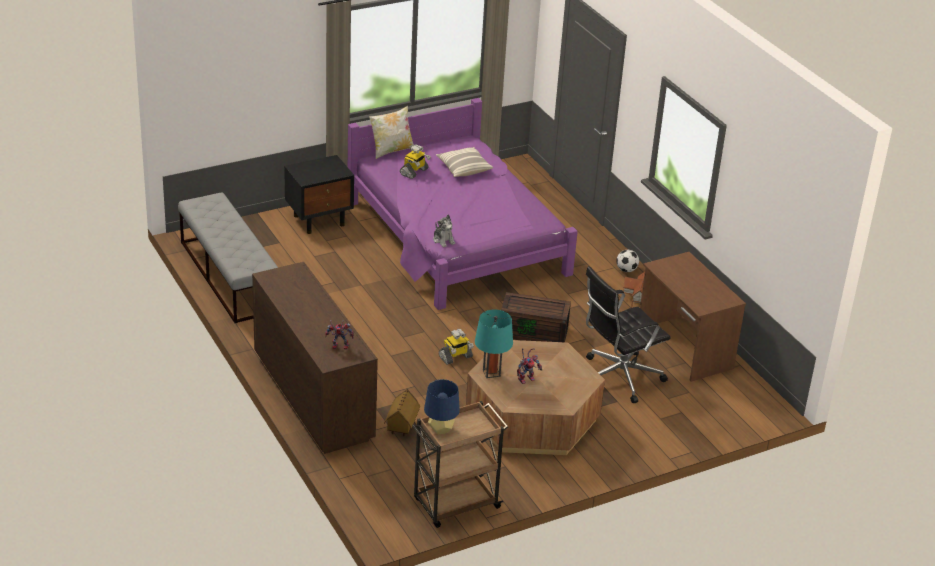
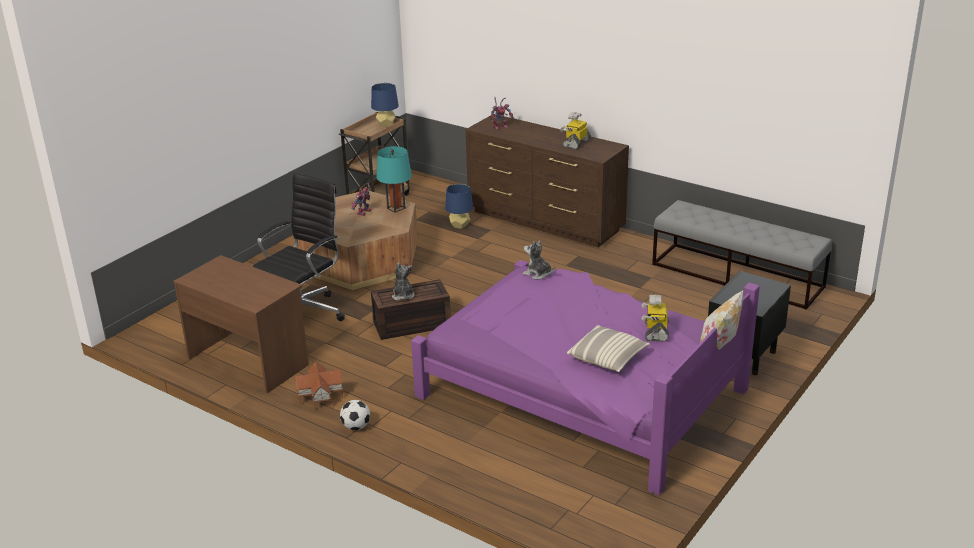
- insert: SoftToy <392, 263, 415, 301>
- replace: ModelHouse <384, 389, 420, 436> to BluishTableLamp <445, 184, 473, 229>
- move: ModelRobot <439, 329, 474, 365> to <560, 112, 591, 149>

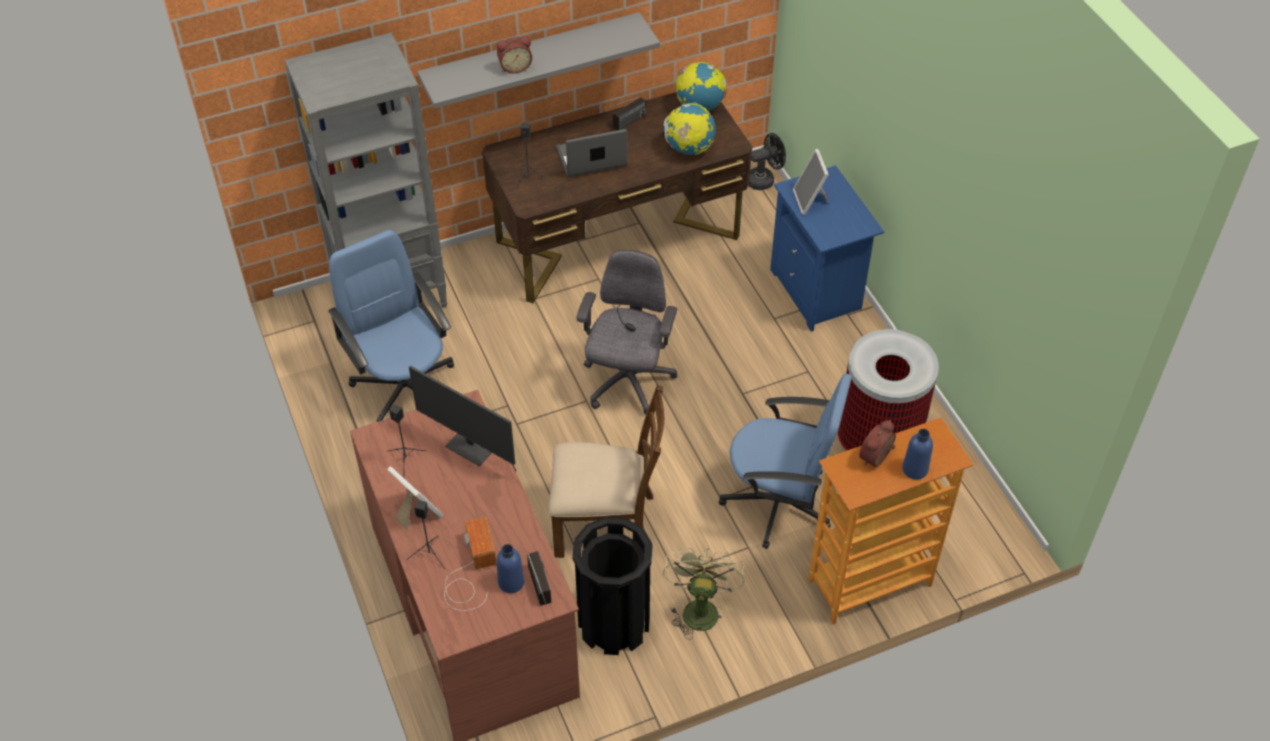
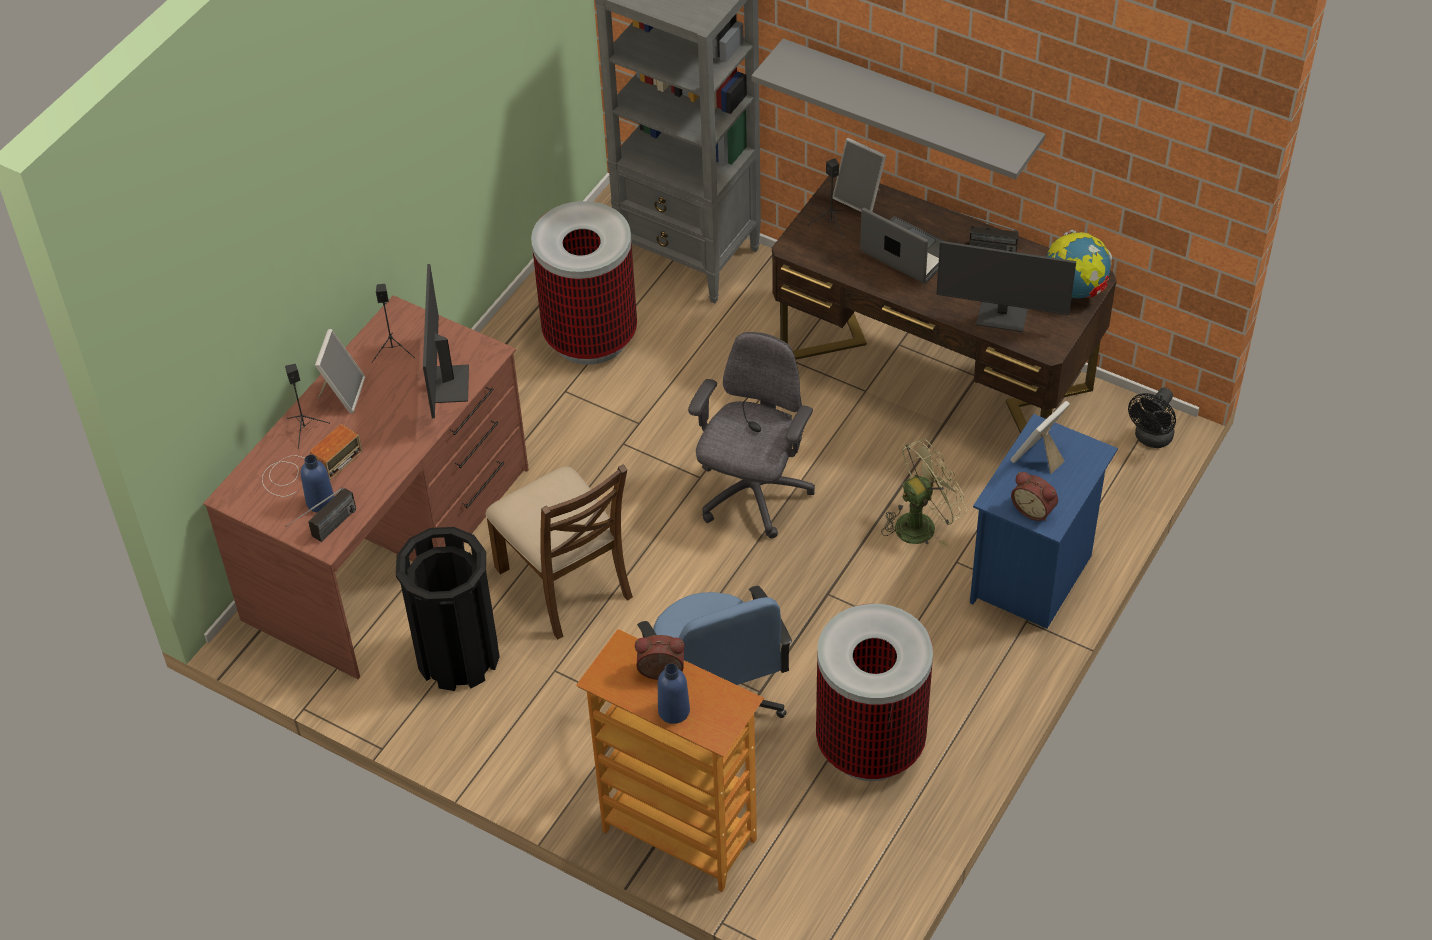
- replace: BluishComputerChair <328, 230, 454, 422> to RubbishBin <531, 201, 637, 365>
- rotate: GrayComputerChair <577, 250, 677, 415> = <688, 332, 815, 538> 45 degrees counterclockwise
- insert: PictureFrame <832, 138, 886, 212>
- move: GreenColouredCoolingFan <663, 547, 745, 640> to <881, 439, 967, 547>
- replace: WorldGlobe <662, 102, 716, 155> to ComputerScreen <936, 241, 1076, 332>
- move: TableClock <497, 36, 532, 73> to <1011, 472, 1058, 521>
- rotate: BlackishCoolingFan <749, 133, 786, 190> = <1128, 387, 1176, 448> 90 degrees clockwise

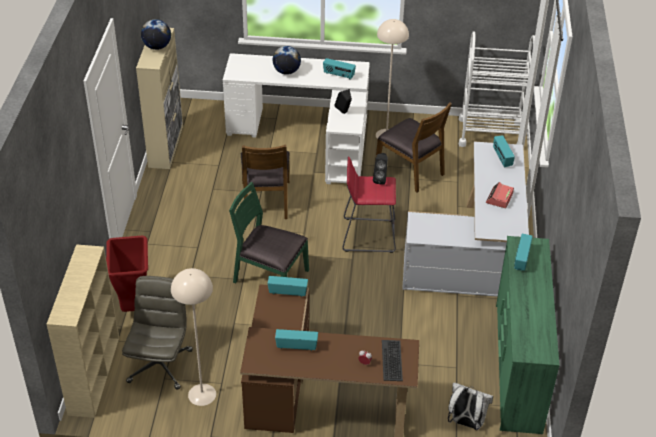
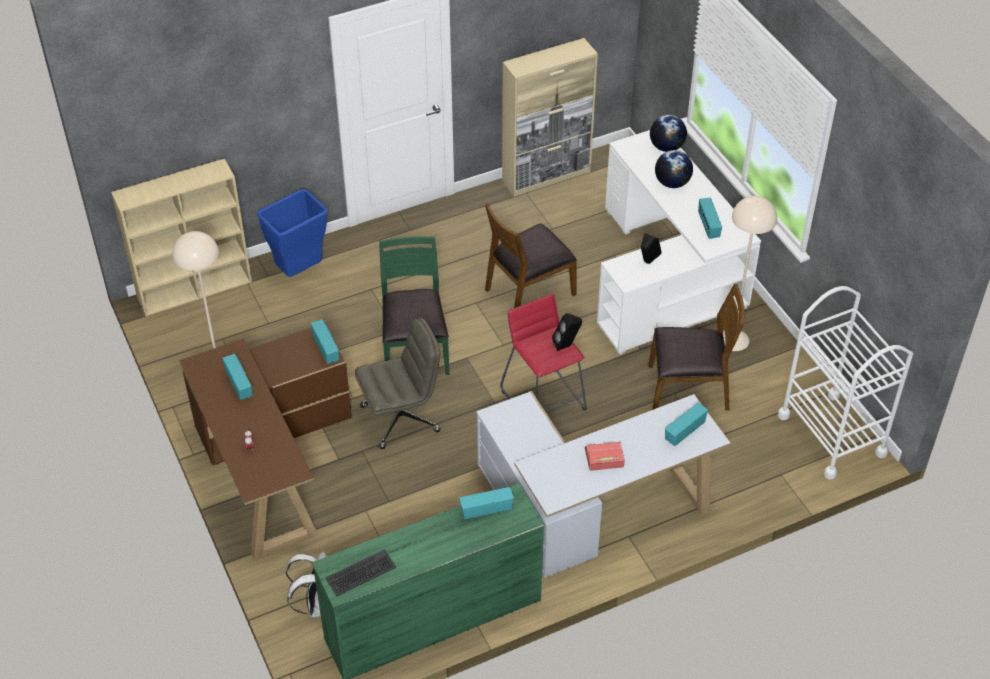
- recolor: RedColouredRubbishBin <106, 236, 148, 312> to BluishRubbishBin <257, 189, 328, 277>
- move: Keyboard <382, 340, 403, 381> to <326, 549, 396, 597>
- move: GrayComputerChair <122, 276, 193, 390> to <355, 318, 441, 449>
- rotate: BrownPlainChair <376, 102, 452, 192> = <648, 283, 745, 410> 105 degrees counterclockwise
- move: WorldGlobe <141, 19, 171, 50> to <650, 115, 687, 152>

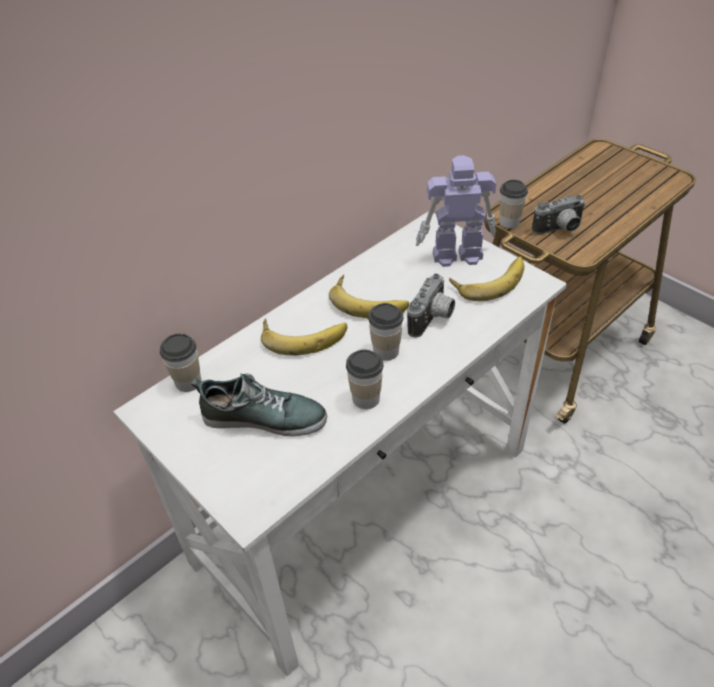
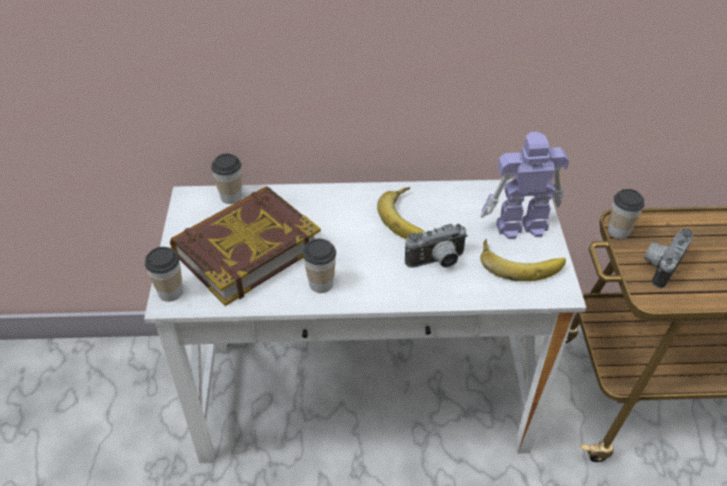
- move: Cup <368, 303, 403, 361> to <145, 247, 183, 302>
- replace: LowShoe <191, 373, 327, 436> to Volume <170, 186, 321, 306>
- rotate: ModelRobot <416, 155, 496, 267> = <480, 132, 569, 239> 45 degrees counterclockwise
- rotate: PhotoCamera <532, 195, 586, 235> = <644, 228, 693, 288> 105 degrees clockwise
- delete: WholeBanana <261, 318, 347, 356>

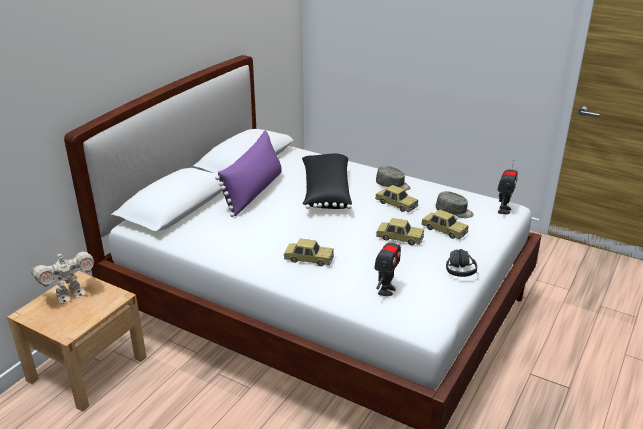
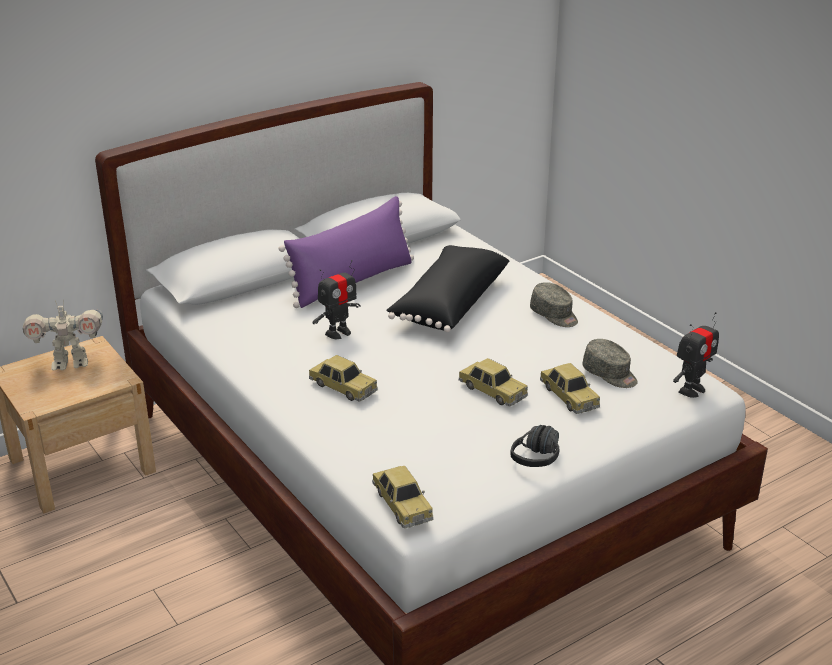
- move: ModelRobot <374, 232, 401, 296> to <313, 260, 361, 339>
- move: MiniatureCar <375, 185, 418, 212> to <372, 466, 433, 528>

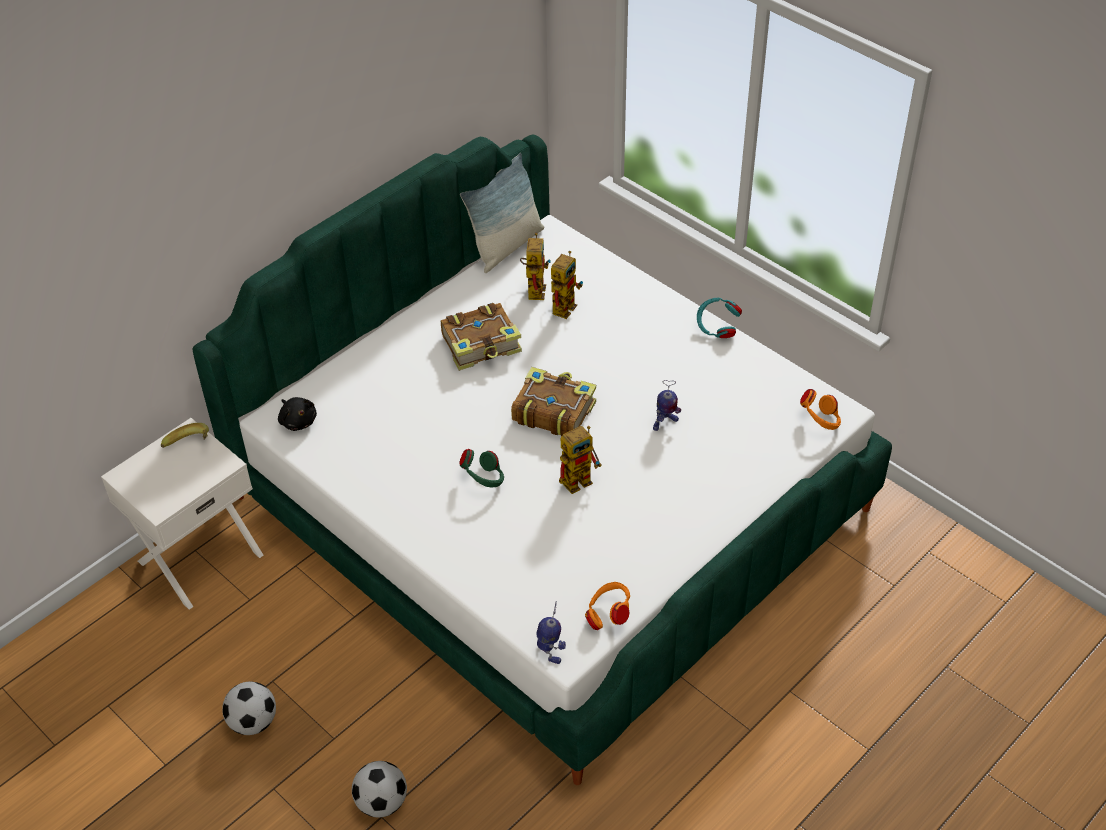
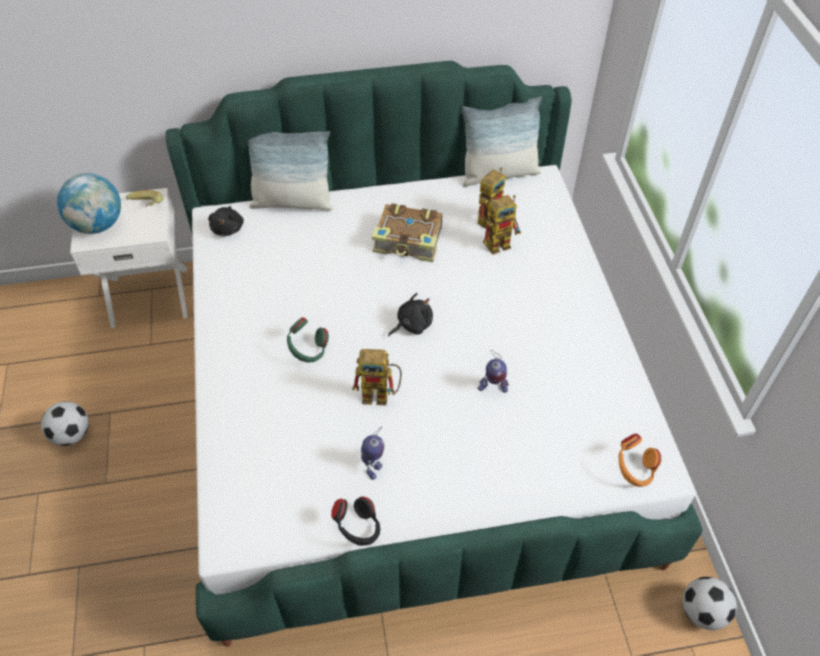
- insert: WorldGlobe <57, 173, 121, 234>
- insert: Cushion <248, 131, 333, 211>
- insert: BlackishPairOfHeadphones <331, 496, 380, 546>
- move: ModelRobot <536, 601, 566, 664> to <361, 427, 384, 480>
- replace: Volume <511, 367, 596, 437> to BlackishSoftToy <388, 293, 433, 336>
- move: Football <352, 761, 407, 817> to <683, 577, 737, 630>
- delete: OrangePairOfHeadphones <585, 582, 630, 630>
- delete: TurquoiseColouredPairOfHeadphones <697, 298, 742, 338>

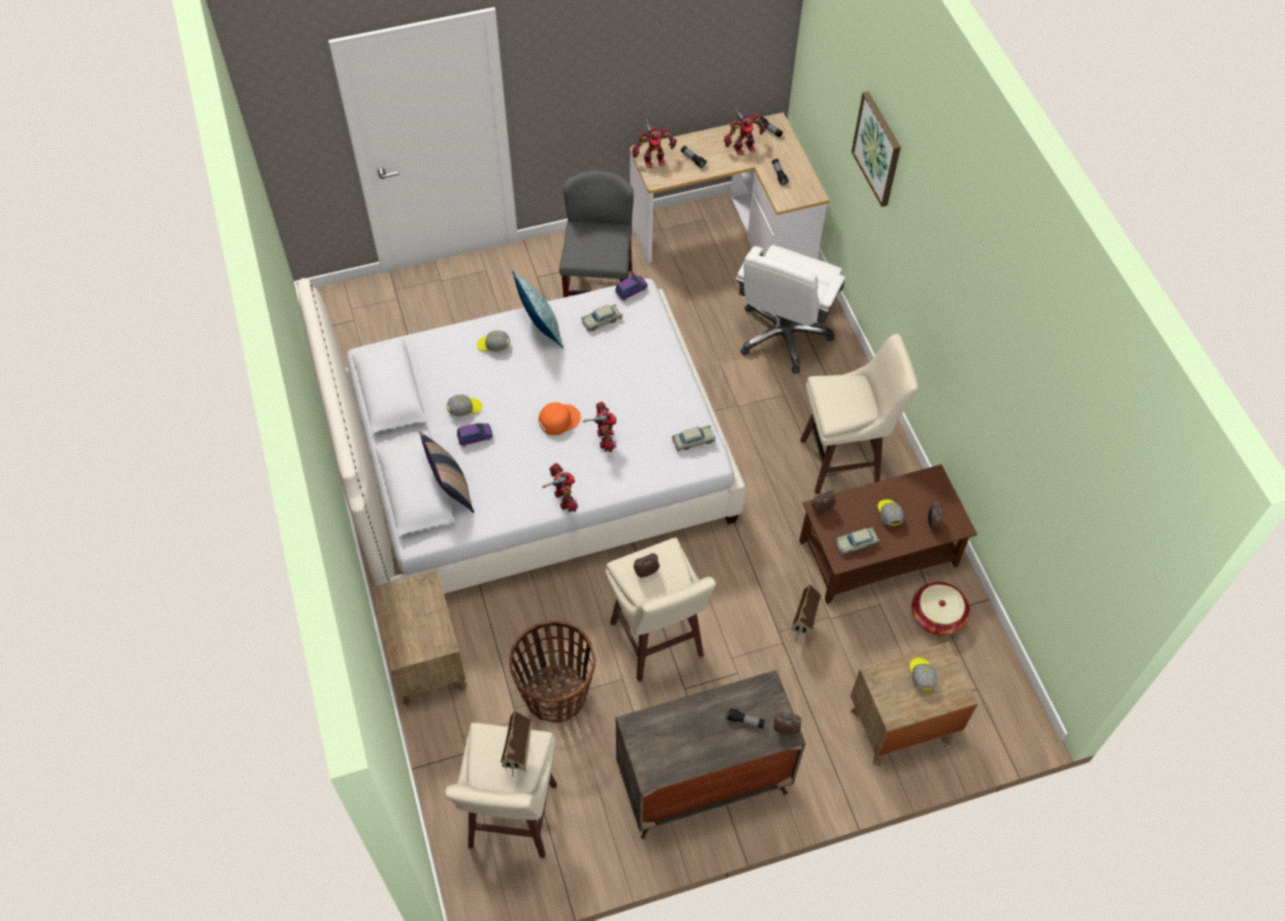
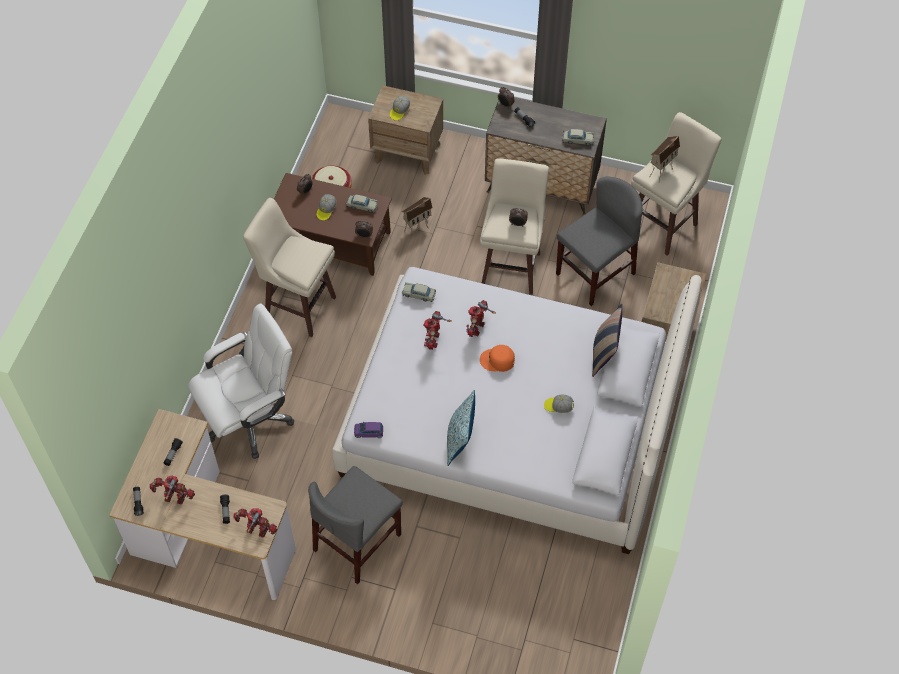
- move: ModelRobot <542, 463, 578, 512> to <423, 311, 452, 350>
- replace: HouseholdBasket <509, 621, 596, 723> to GrayPlainChair <556, 176, 643, 306>
- move: BeigeColouredMiniatureCar <581, 304, 622, 332> to <562, 129, 594, 146>
- delete: PurpleColouredMiniatureCar <457, 423, 493, 447>
- delete: BaseballCap <477, 330, 510, 351>
- delete: WallArt <851, 91, 901, 207>

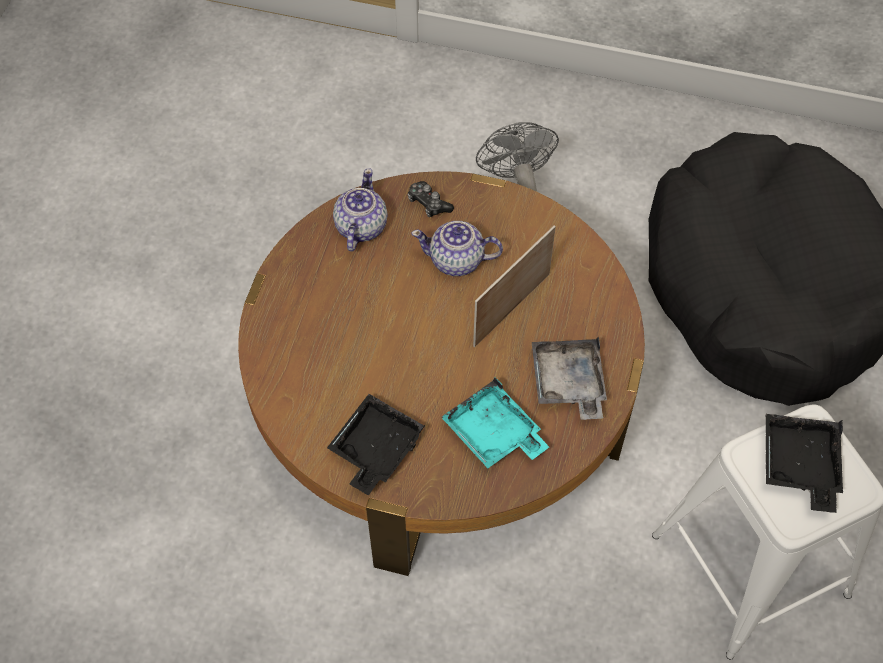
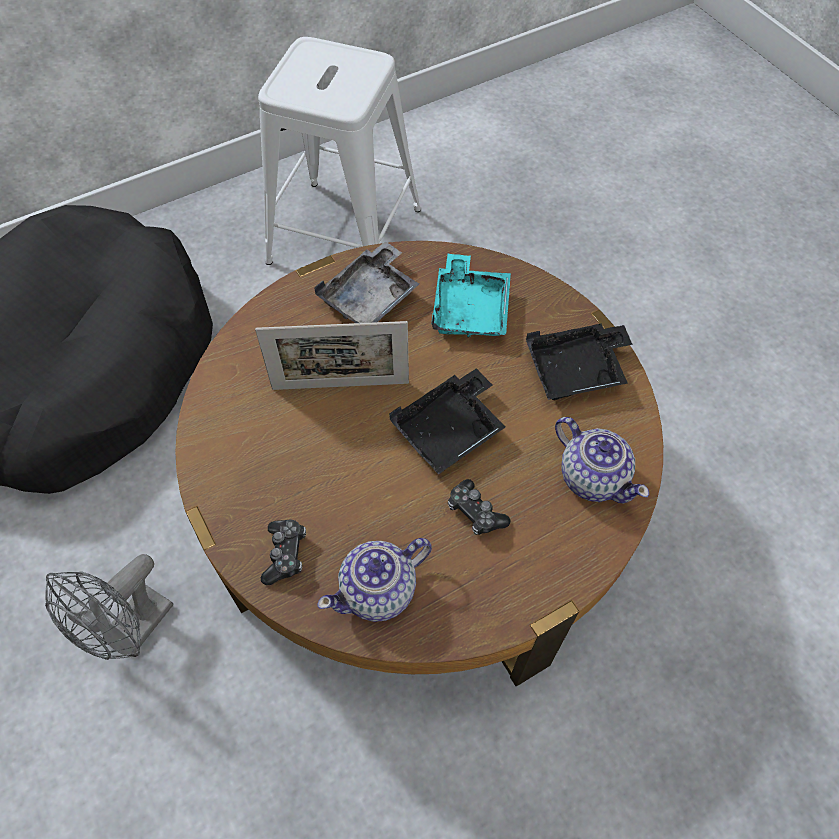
- move: BlackishTray <766, 414, 843, 513> to <389, 368, 506, 475>
- insert: Joypad <448, 479, 510, 535>
- move: TeaPot <411, 221, 503, 276> to <555, 417, 649, 504>

